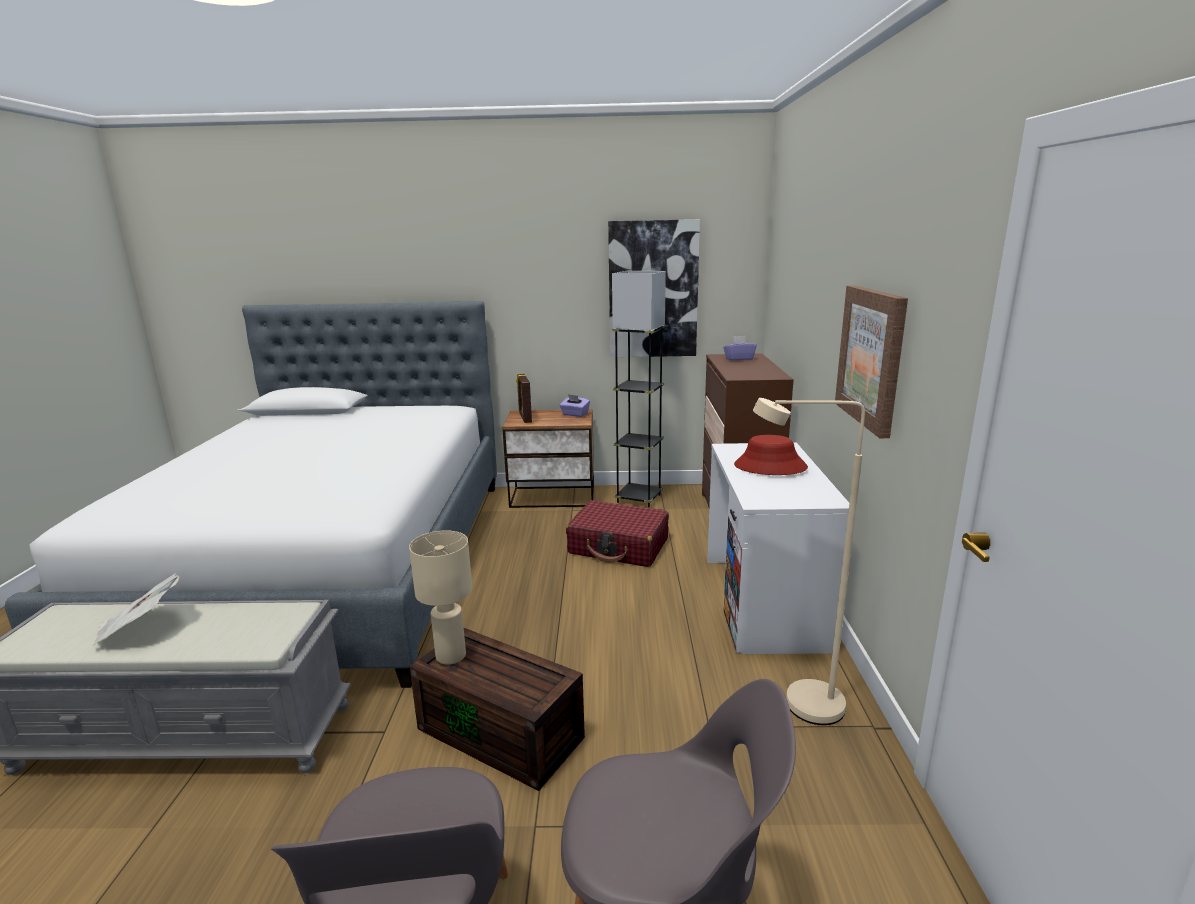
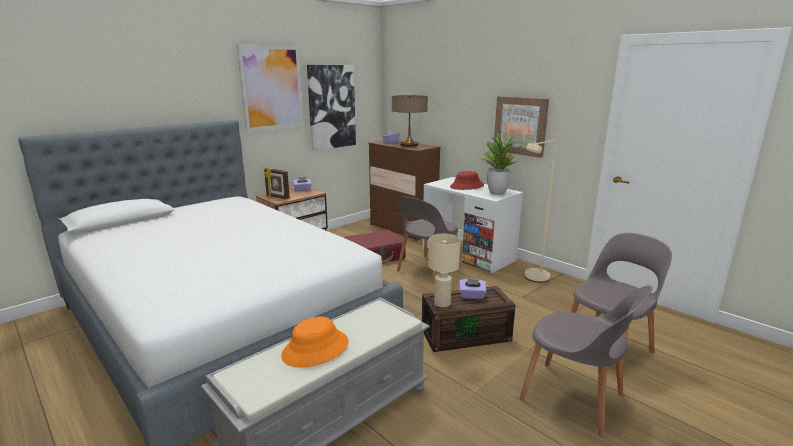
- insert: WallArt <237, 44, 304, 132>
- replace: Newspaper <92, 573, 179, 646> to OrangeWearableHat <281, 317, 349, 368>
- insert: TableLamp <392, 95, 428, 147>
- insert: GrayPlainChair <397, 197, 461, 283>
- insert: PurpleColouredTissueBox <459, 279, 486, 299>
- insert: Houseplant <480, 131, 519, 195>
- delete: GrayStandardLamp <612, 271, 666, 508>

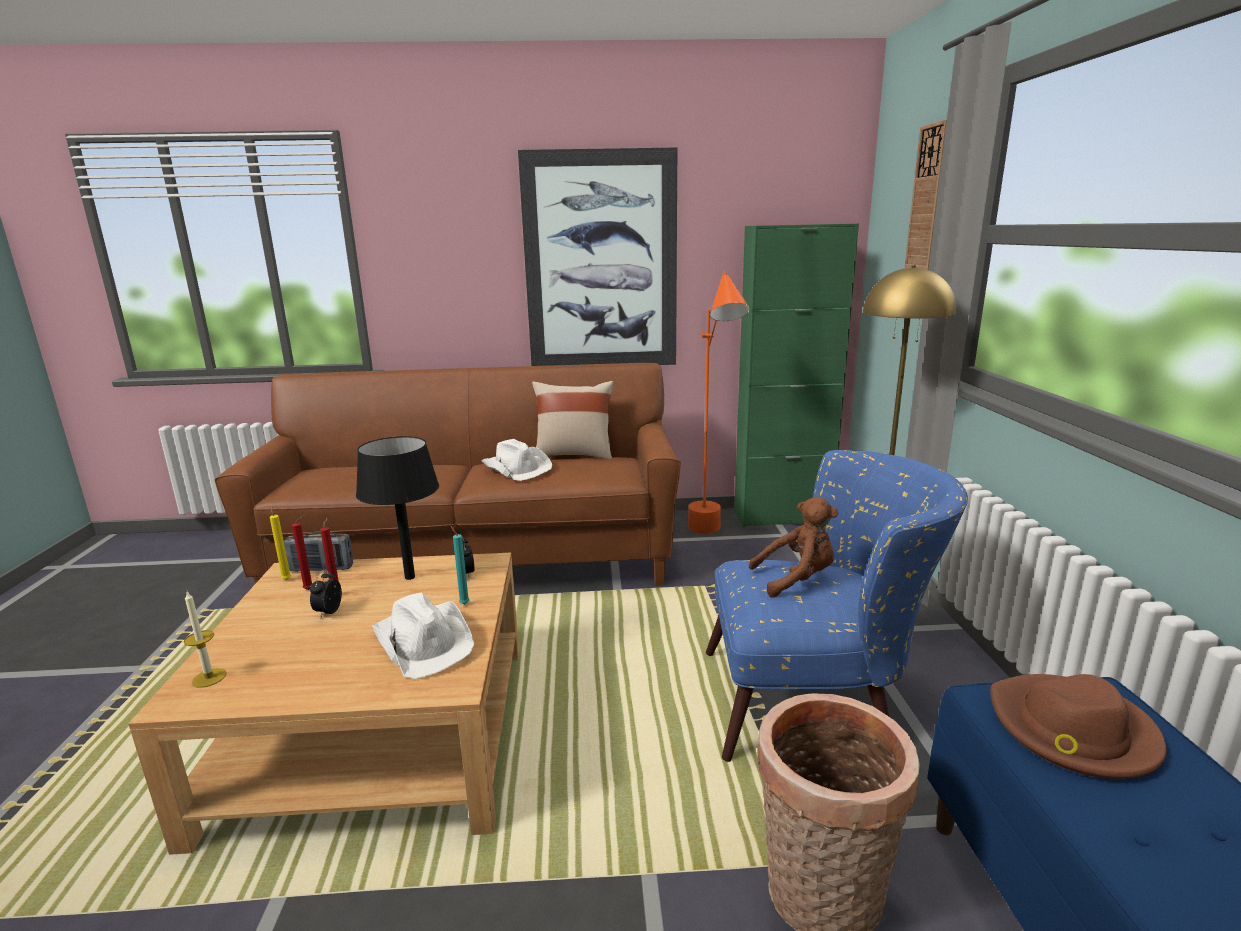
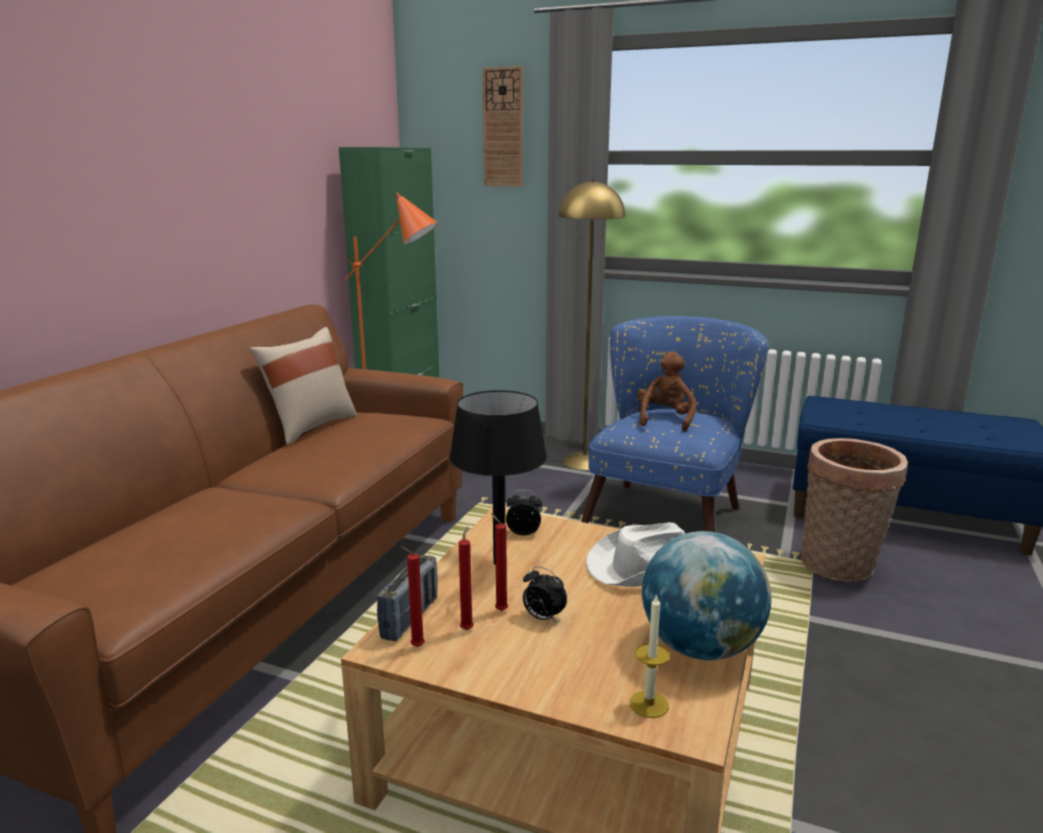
- recolor: YellowCandle <270, 506, 291, 580> to RedColouredCandle <400, 546, 425, 647>
- insert: WorldGlobe <642, 531, 771, 660>
- delete: TurquoiseColouredCandle <451, 526, 470, 604>
- delete: WhiteWearableHat <482, 439, 553, 481>
- delete: WallArt <518, 148, 677, 366>
- delete: BrownWearableHat <990, 674, 1167, 779>

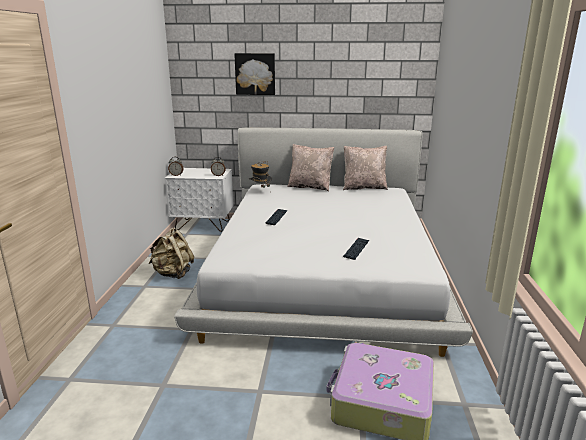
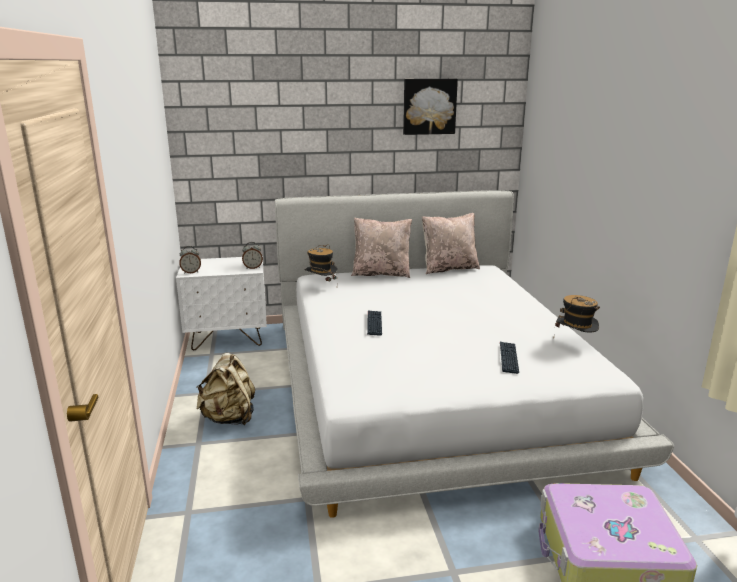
- move: WallArt <234, 53, 275, 95> to <403, 79, 458, 135>
- insert: WearableHat <554, 295, 600, 332>

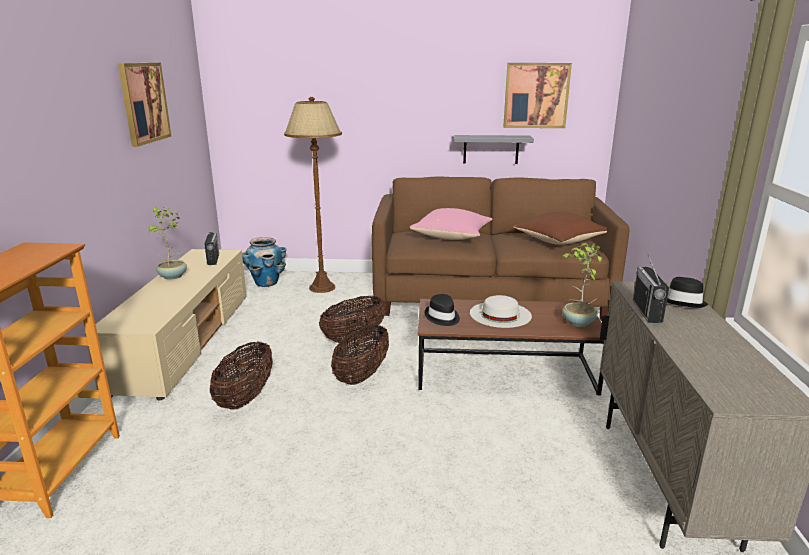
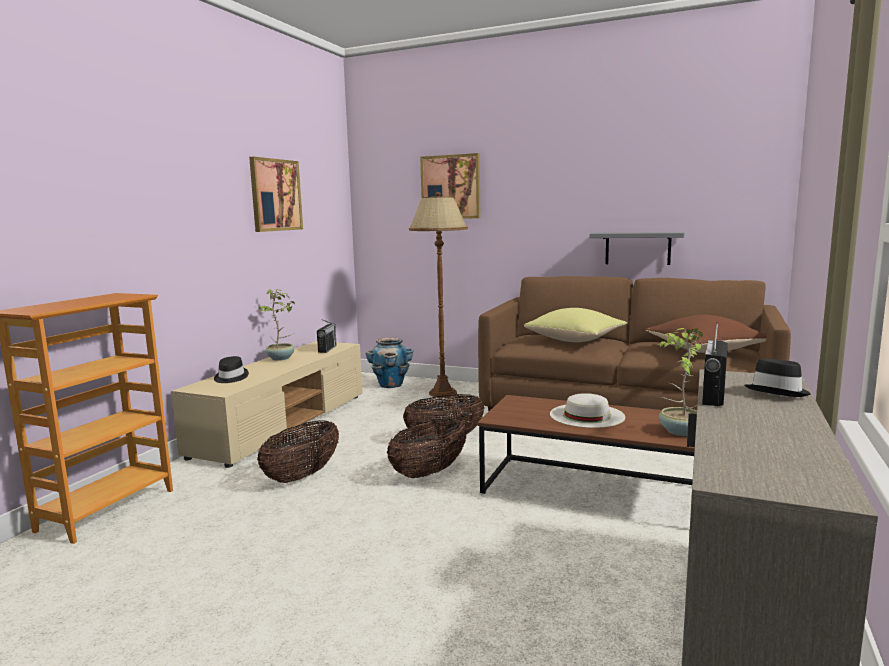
- move: BlackishWearableHat <425, 294, 460, 326> to <214, 356, 249, 383>
- move: WallArt <503, 63, 572, 128> to <420, 153, 480, 219>
- recolor: PinkCushion <409, 208, 493, 240> to YellowCushion <524, 308, 627, 342>

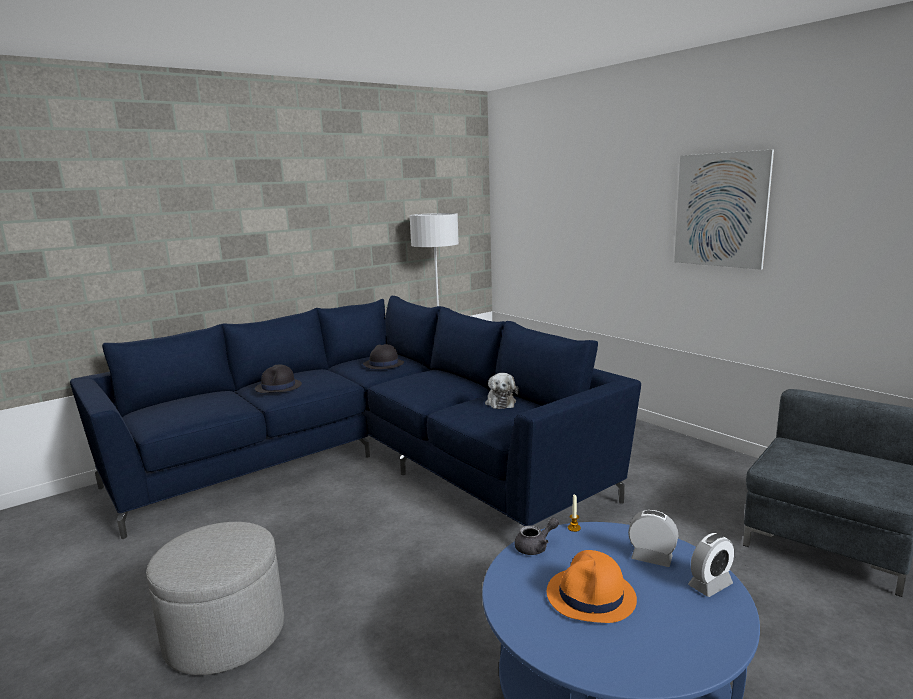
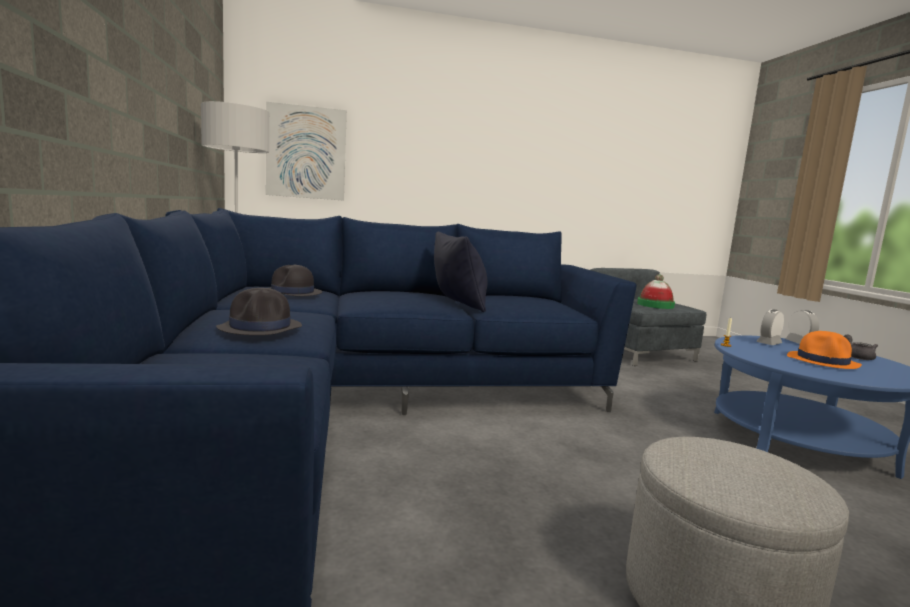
- move: WallArt <674, 150, 774, 270> to <266, 101, 347, 201>
- insert: BlackishCushion <434, 231, 487, 312>
- insert: WearableHat <637, 274, 675, 309>
- move: GrayTeaPot <515, 517, 559, 555> to <844, 334, 878, 360>
- delete: SoftToy <485, 373, 519, 409>

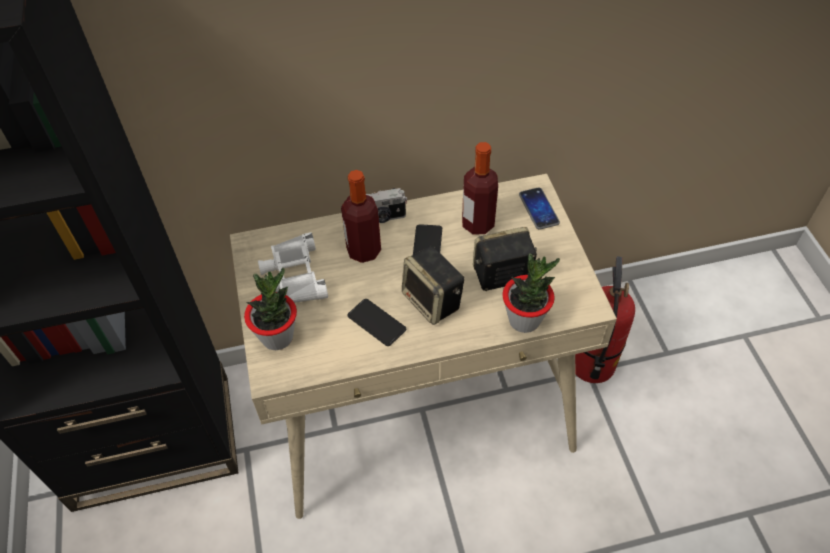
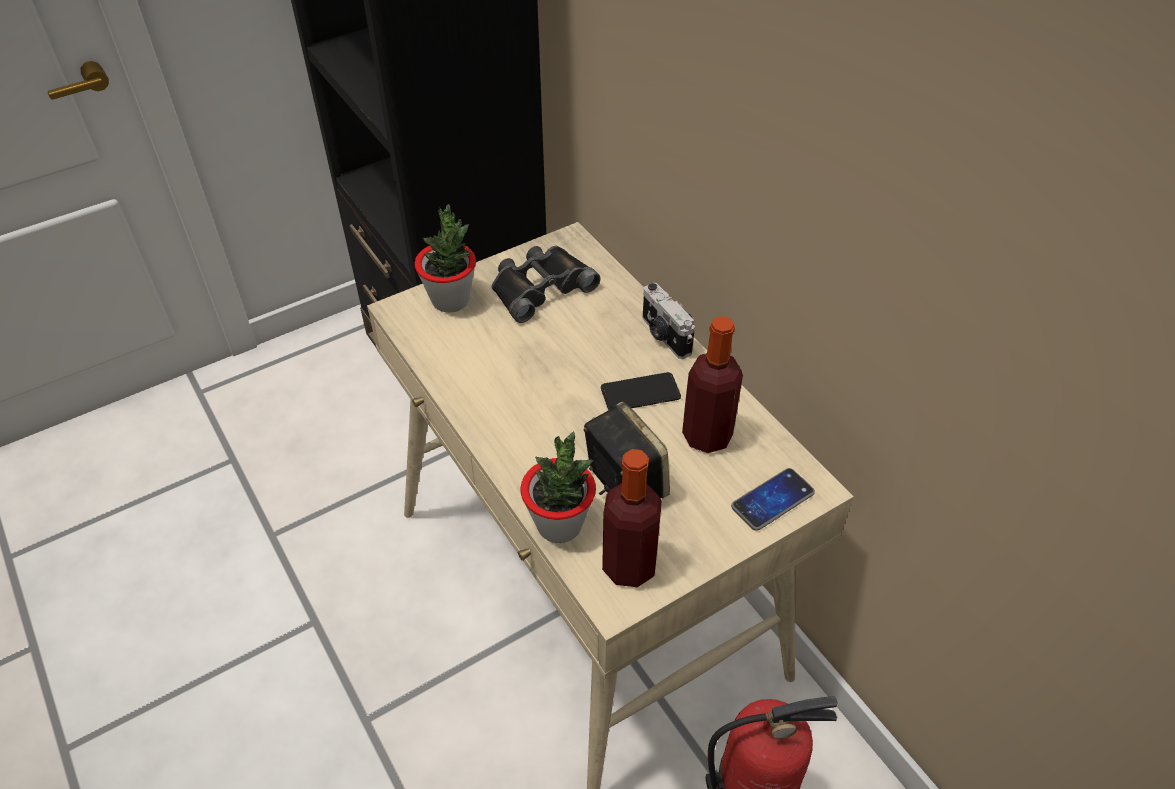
- recolor: WhiteBinoculars <258, 232, 328, 303> to BlackishBinoculars <492, 246, 601, 323>
- move: Bottle <341, 170, 381, 263> to <602, 449, 662, 587>
- delete: Phone <347, 299, 406, 346>
- delete: Loudspeaker <402, 246, 464, 325>

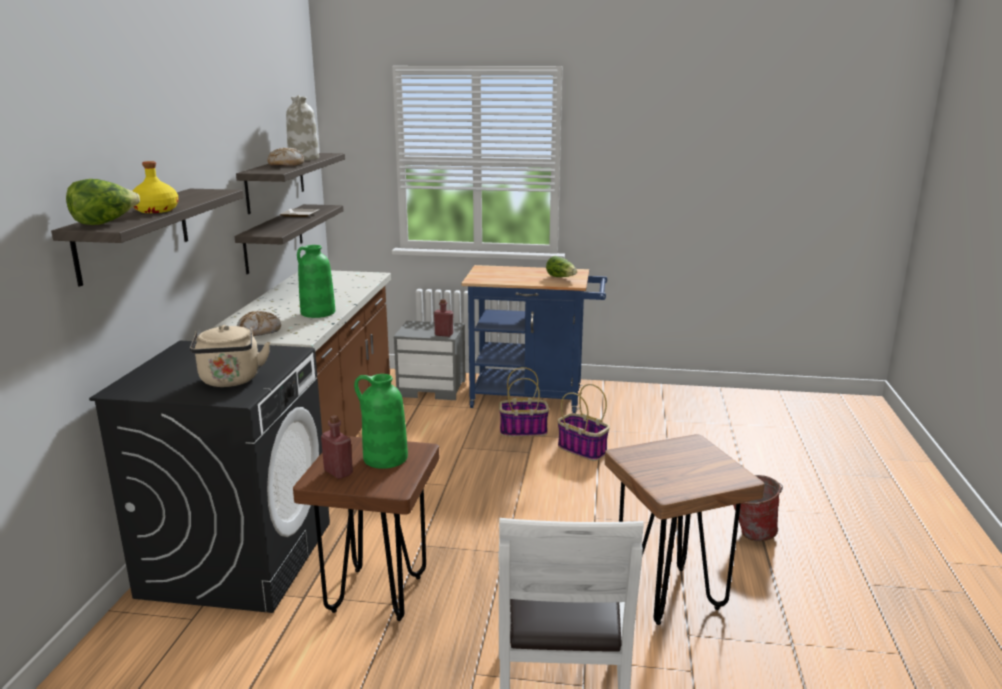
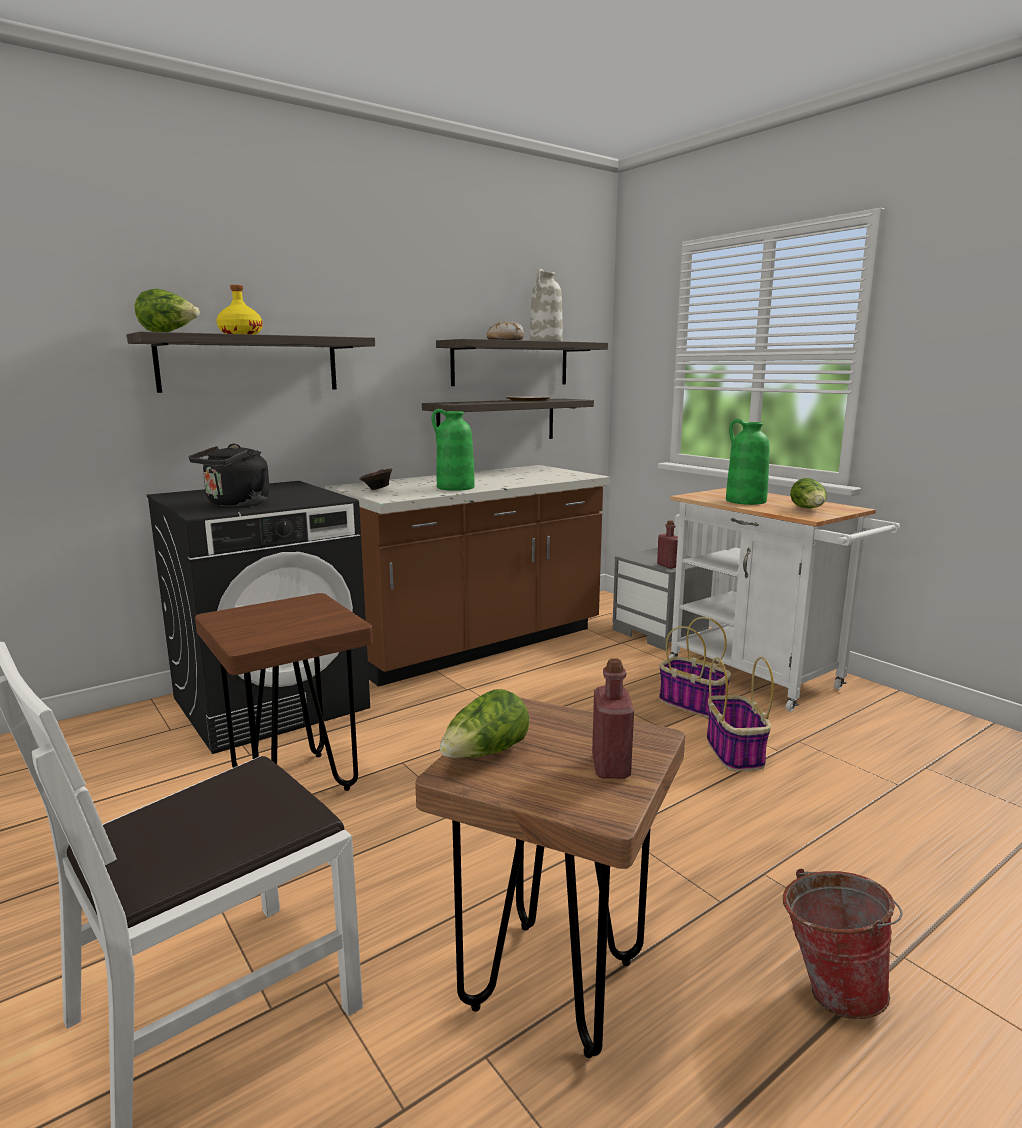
- recolor: BeigeColouredKettle <190, 325, 271, 387> to BlackishKettle <189, 444, 270, 506>
- replace: BakedBread <237, 311, 281, 336> to BrownBowl <359, 468, 393, 490>
- insert: HeadOfLettuce <440, 689, 529, 758>
- move: RedColouredBottle <321, 415, 353, 479> to <592, 658, 634, 779>
- recolor: BluishCart <461, 265, 607, 413> to WhiteCart <669, 488, 900, 712>
- move: GreenColouredVase <354, 374, 408, 469> to <726, 419, 769, 505>

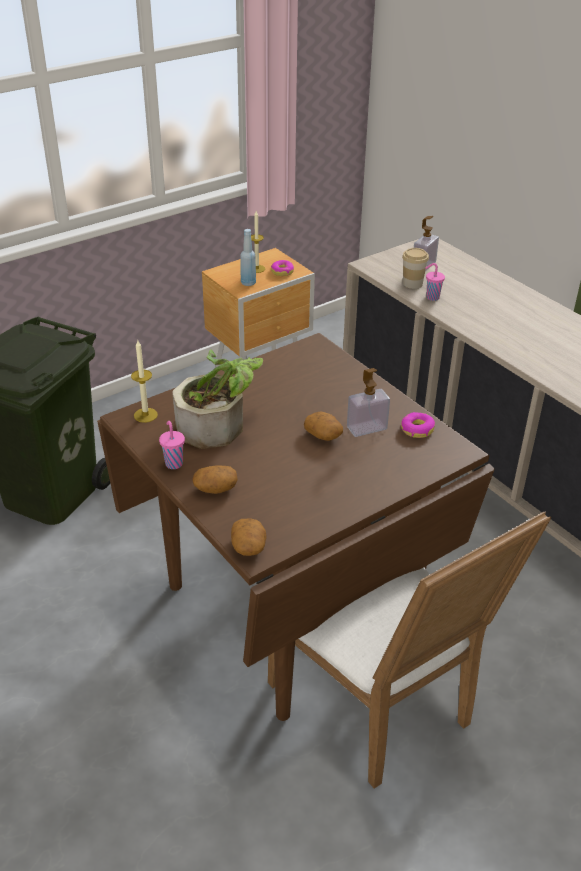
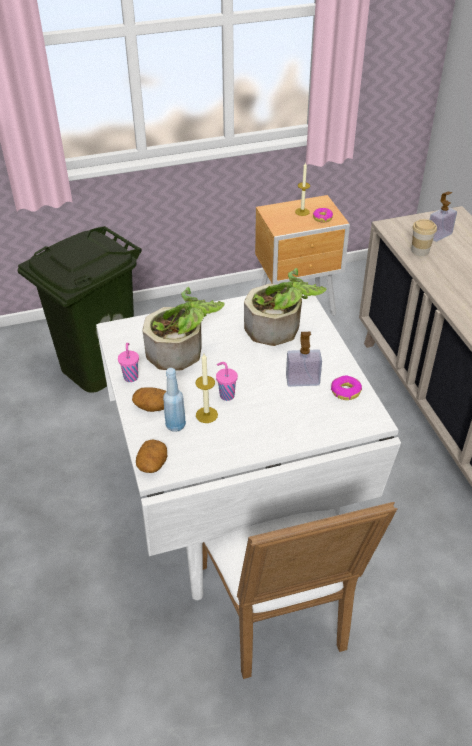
- recolor: BrownDiningTable <97, 333, 495, 721> to WhiteDiningTable <96, 294, 401, 600>
- move: BluishBottle <240, 229, 256, 286> to <163, 368, 186, 432>
- move: Candle <131, 341, 158, 423> to <195, 354, 218, 423>
- move: PinkCup <425, 263, 445, 301> to <216, 362, 238, 401>
- insert: Houseplant <244, 268, 327, 346>
- delete: Potato <304, 412, 343, 441>

